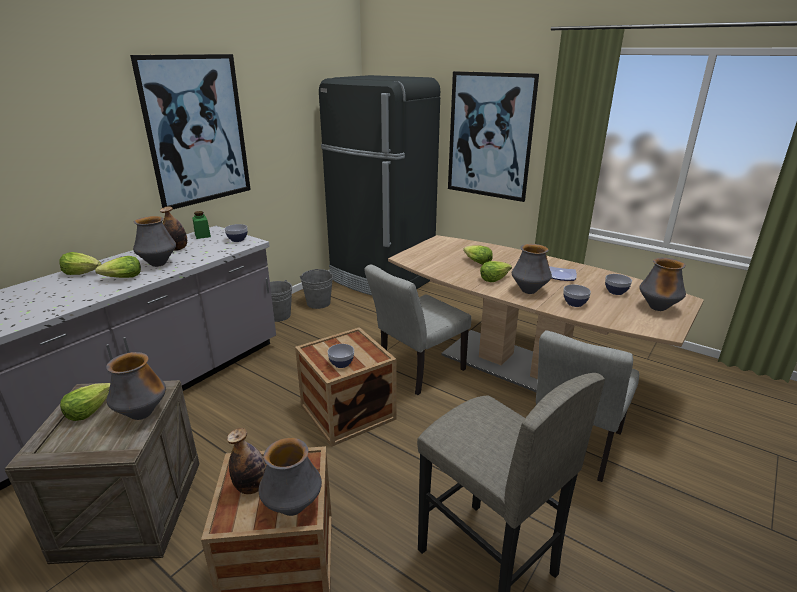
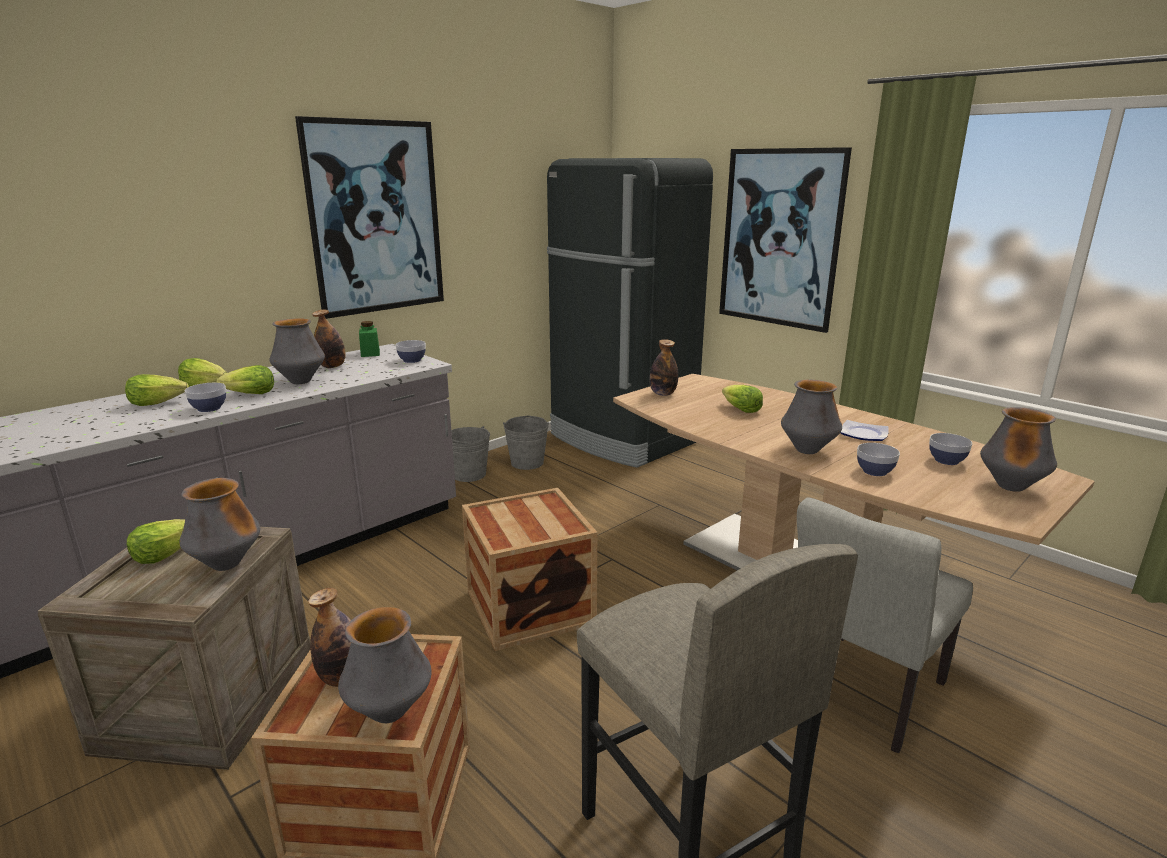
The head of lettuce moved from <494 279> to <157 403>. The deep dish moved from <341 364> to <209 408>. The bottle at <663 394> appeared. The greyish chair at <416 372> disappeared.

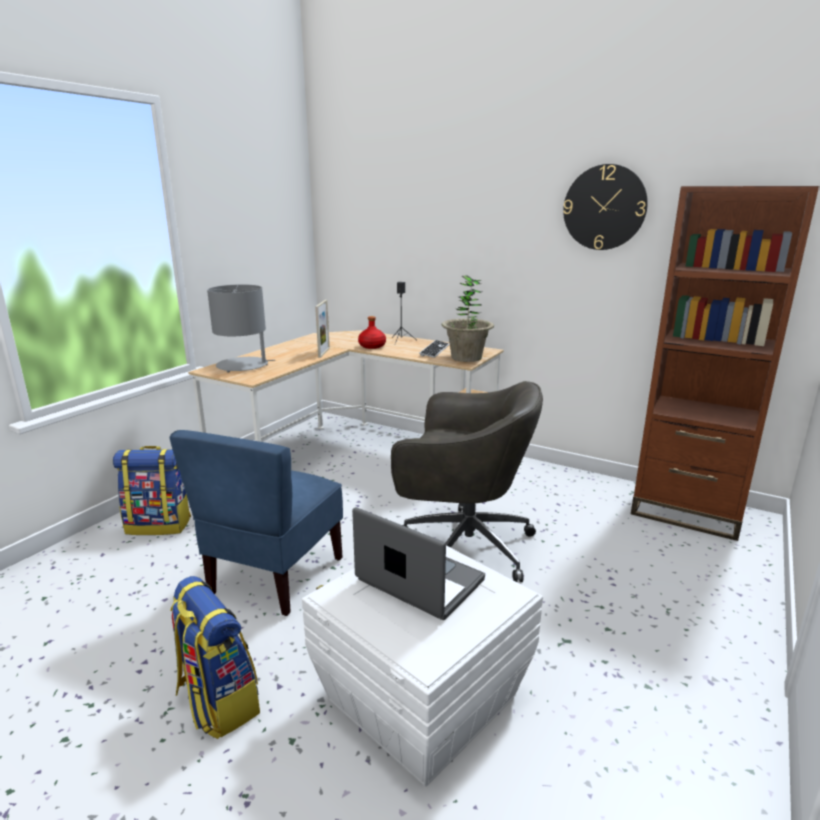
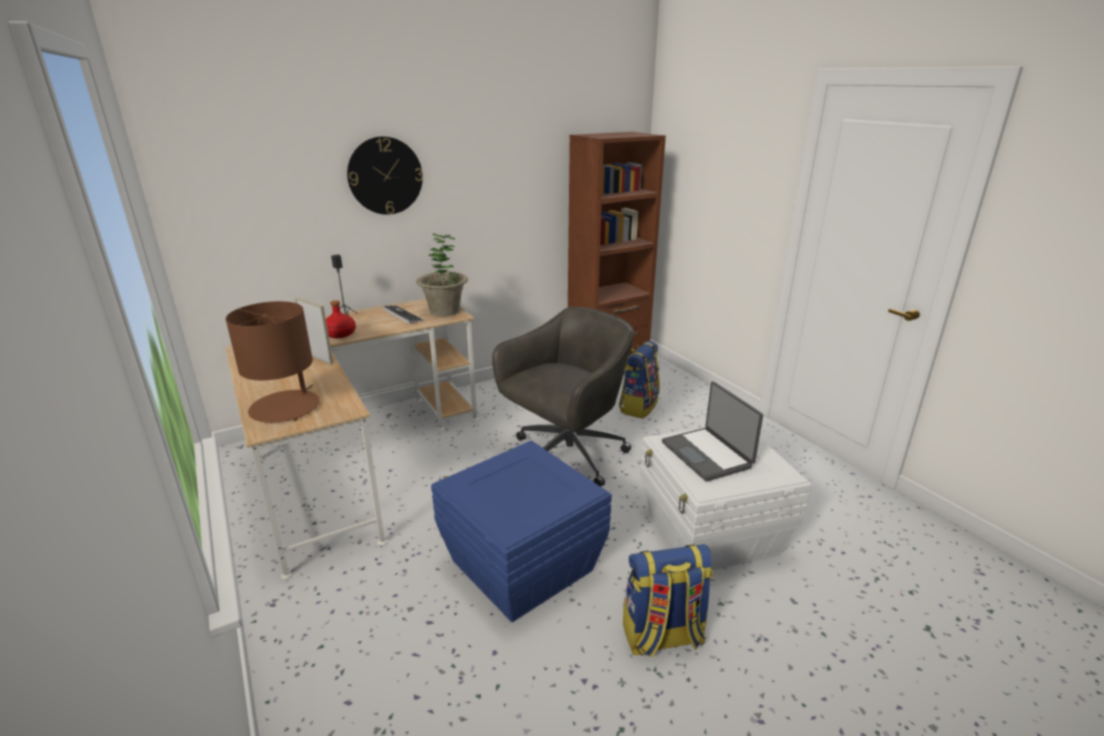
The greyish lamp for a table at <243 365> became the brown-coloured lamp for a table at <286 407>. The hanging clock moved from <604 207> to <385 176>. The bluish chair at <275 576> was replaced by the bluish storage bin at <520 565>. The backpack moved from <159 525> to <638 406>. The notebook computer at <418 581> turned 90 degrees counterclockwise.

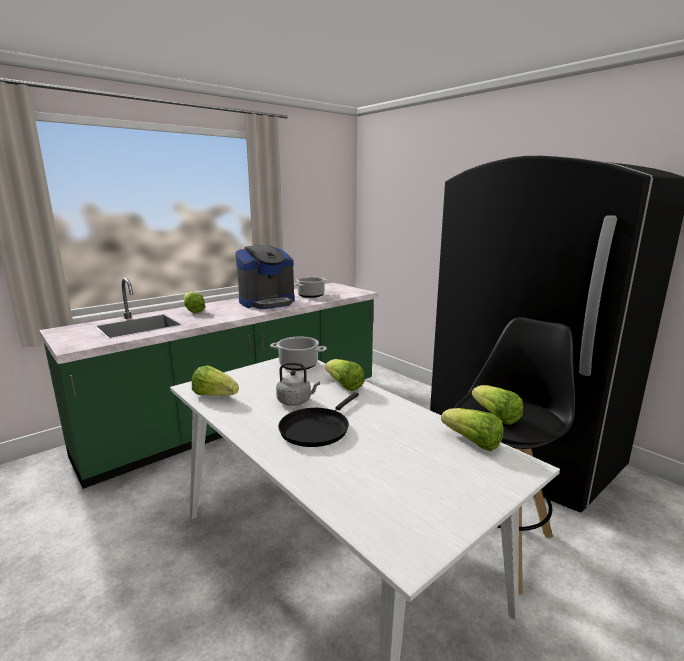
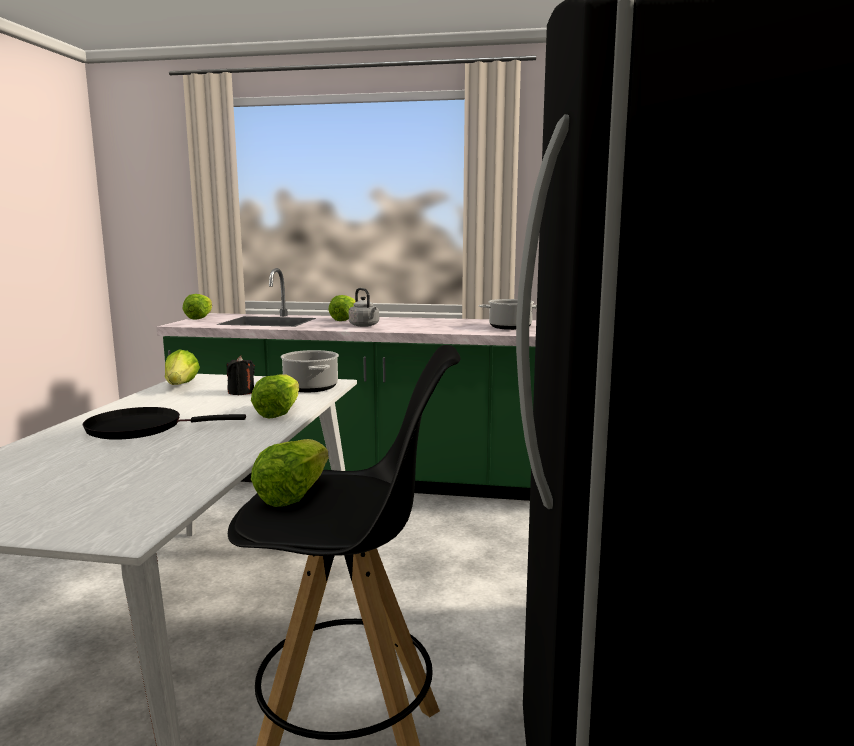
The head of lettuce moved from <472 442> to <199 318>. The blackish wax light at <241 392> appeared. The greyish kettle moved from <296 401> to <365 326>. The coffee machine at <267 302> disappeared.

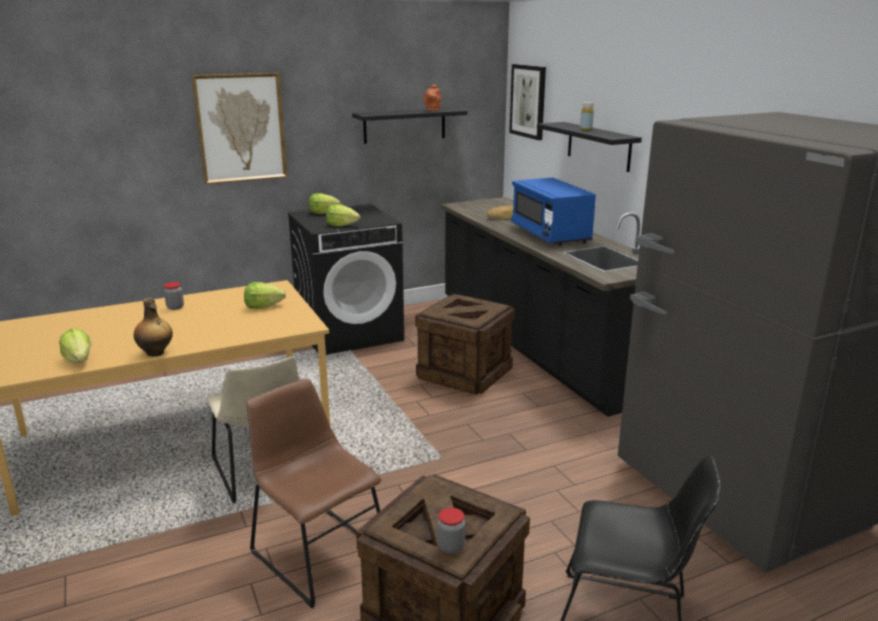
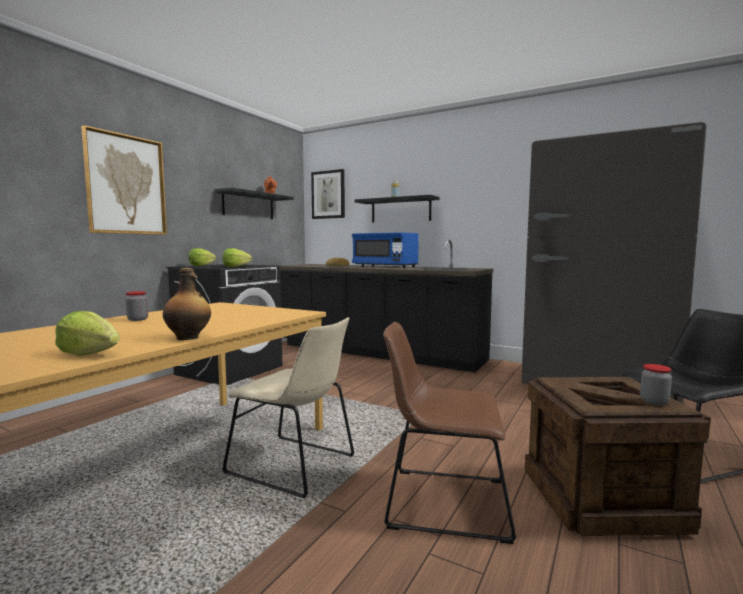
The head of lettuce at <263 306> disappeared. The shipping crate at <465 373> disappeared.

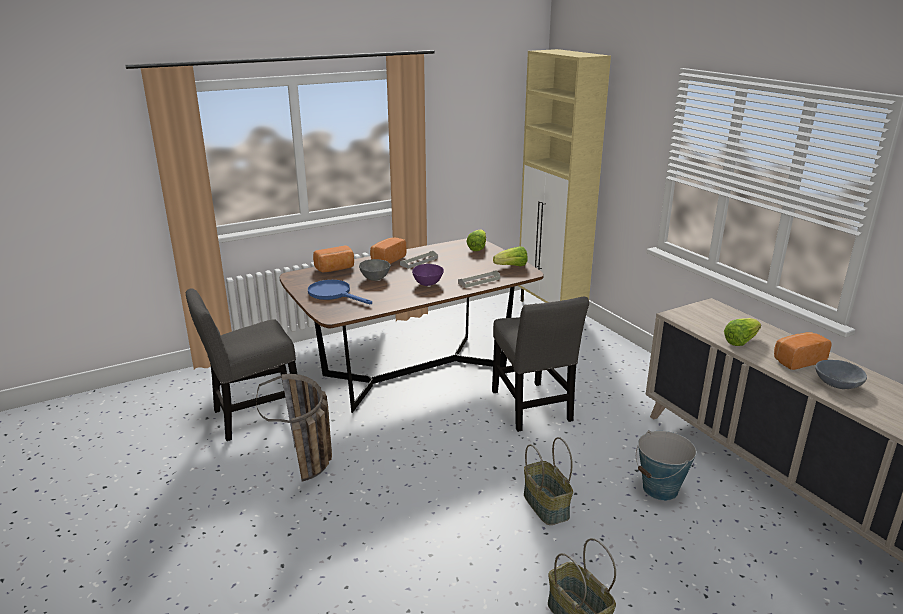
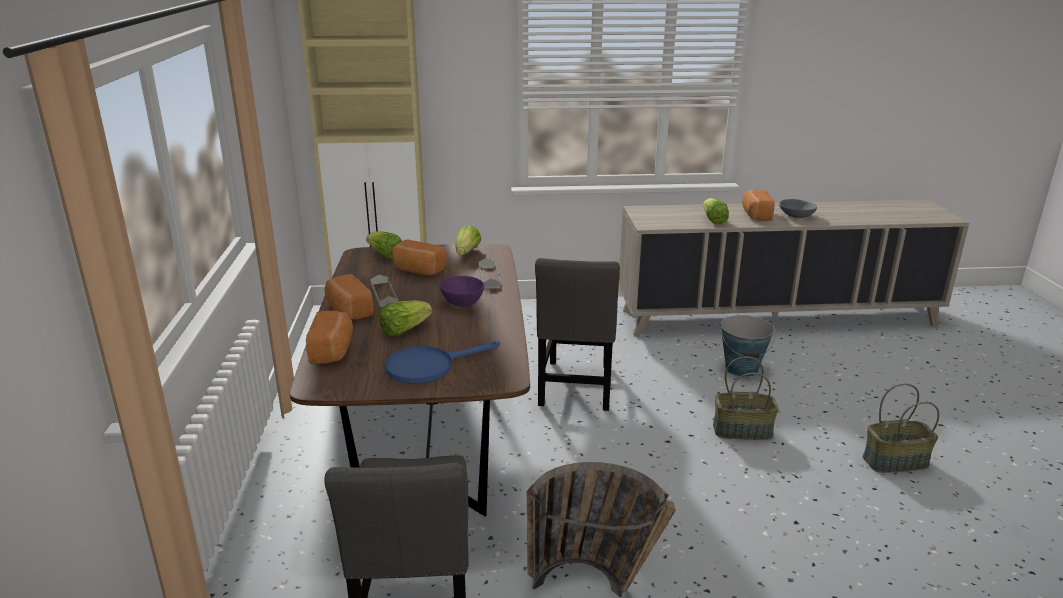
The greyish deep dish at <375 278> was replaced by the head of lettuce at <404 330>. The bakery bread at <418 270> appeared. The greyish chair at <532 408> turned 90 degrees clockwise.

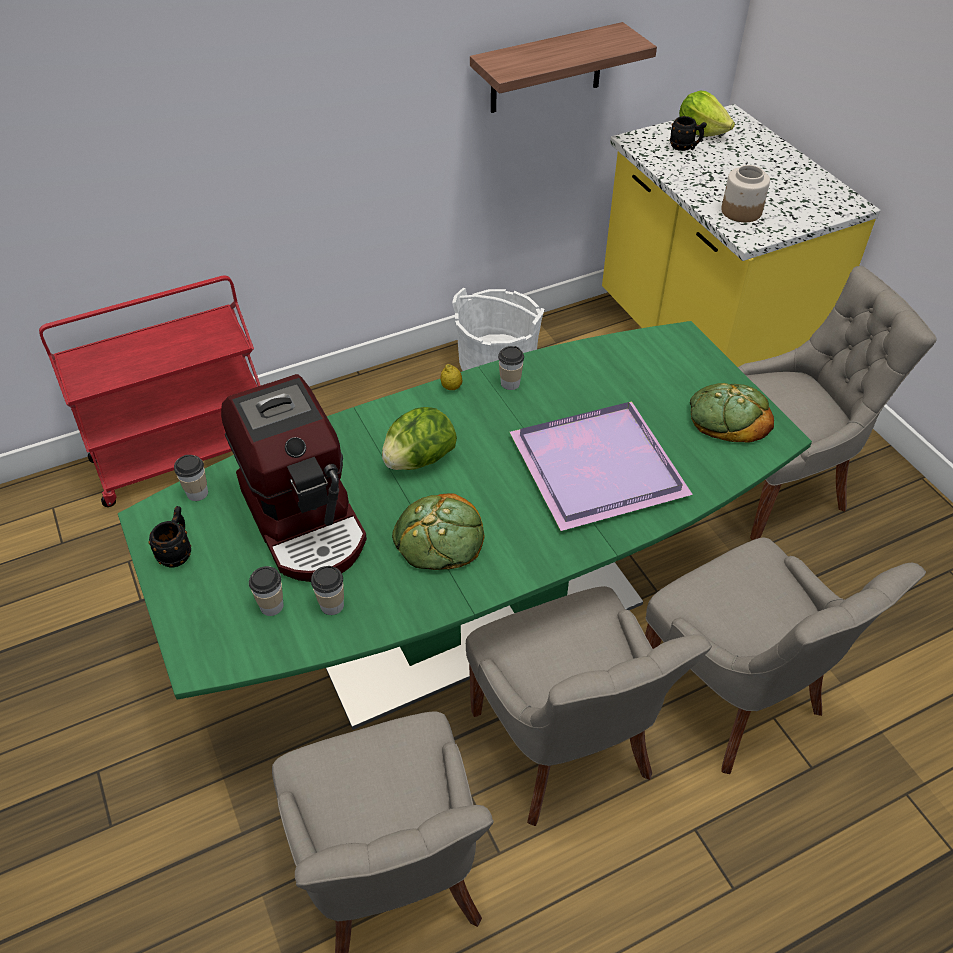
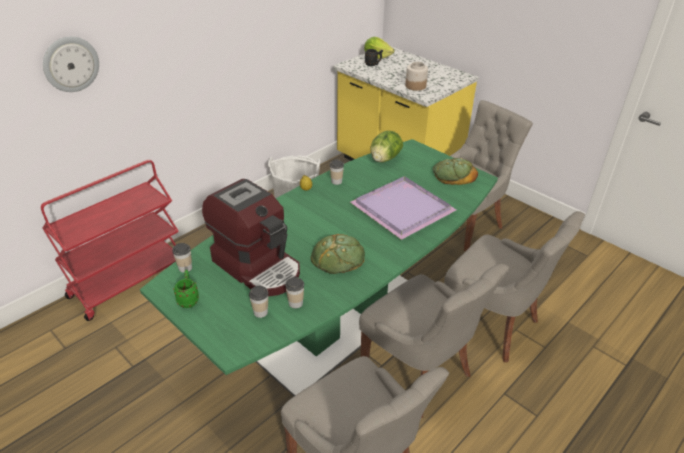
The hanging clock at <70 64> appeared. The blackish coffee mug at <178 552> became the greenish coffee mug at <189 299>. The head of lettuce moved from <419 460> to <384 159>. The shelf at <546 69> disappeared.

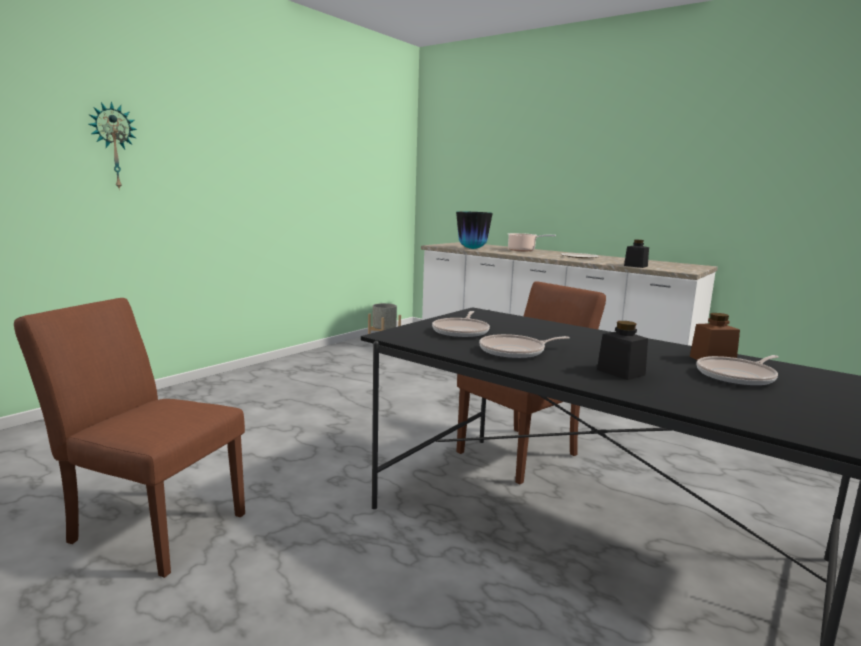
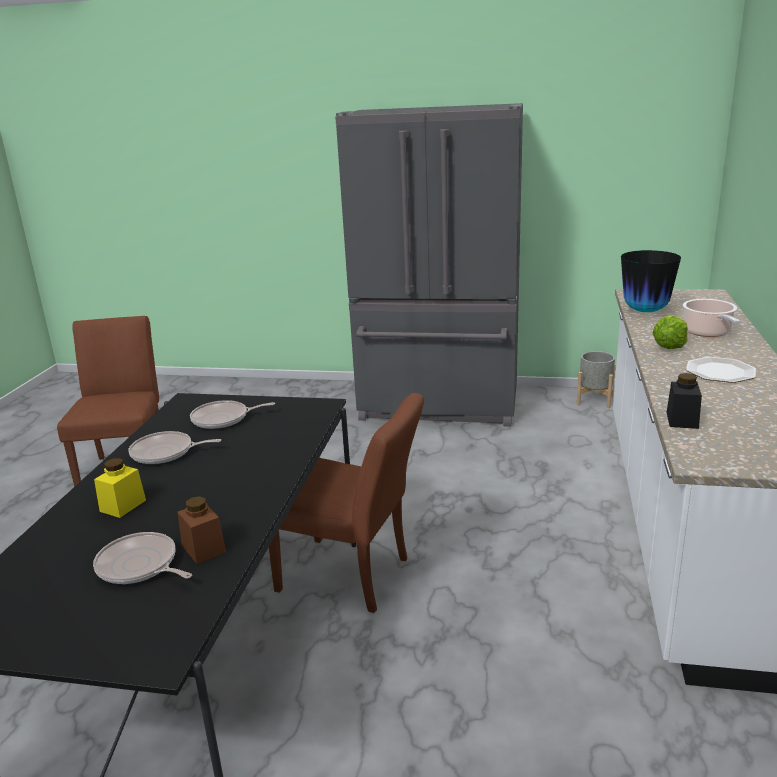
The blackish storage jar at <620 372> became the yellow storage jar at <123 505>. The skillet at <515 352> turned 45 degrees counterclockwise. The greyish fridge at <439 405> appeared. The head of lettuce at <669 347> appeared. The hanging clock at <113 146> disappeared.

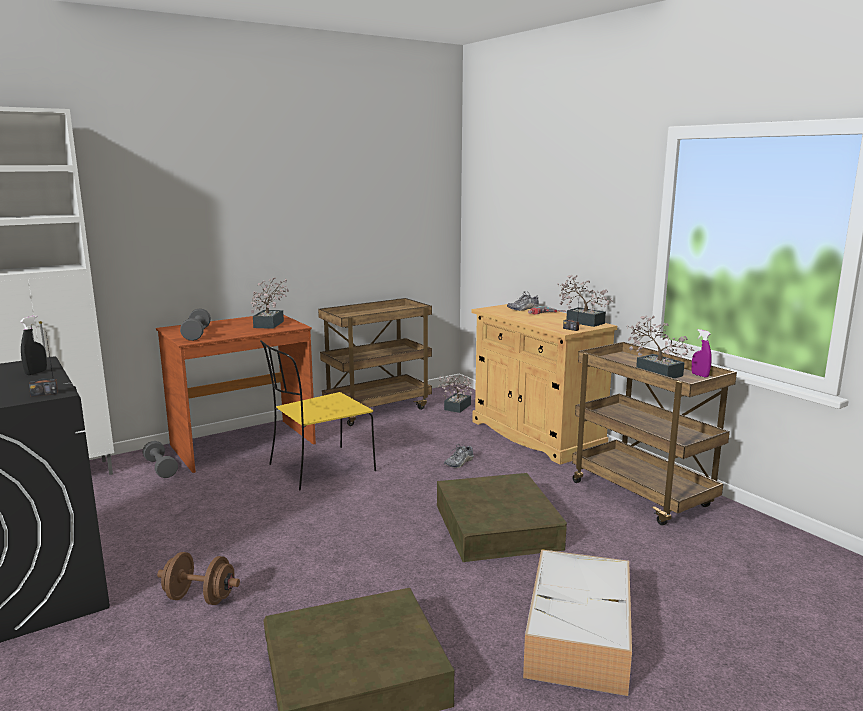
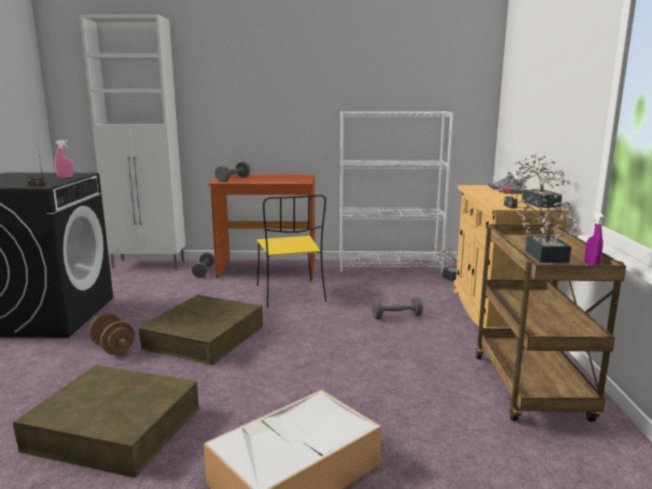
The blackish spray bottle at <36 372> became the pink-coloured spray bottle at <65 177>. The brown-coloured storage bin moved from <497 526> to <205 337>. The yellow chair at <319 469> turned 105 degrees counterclockwise. The brown-coloured cart at <377 409> was replaced by the white-coloured shelving unit at <390 266>. The item of footwear at <459 463> was replaced by the greyish dumbbell at <396 316>. The potted plant at <270 323> disappeared.

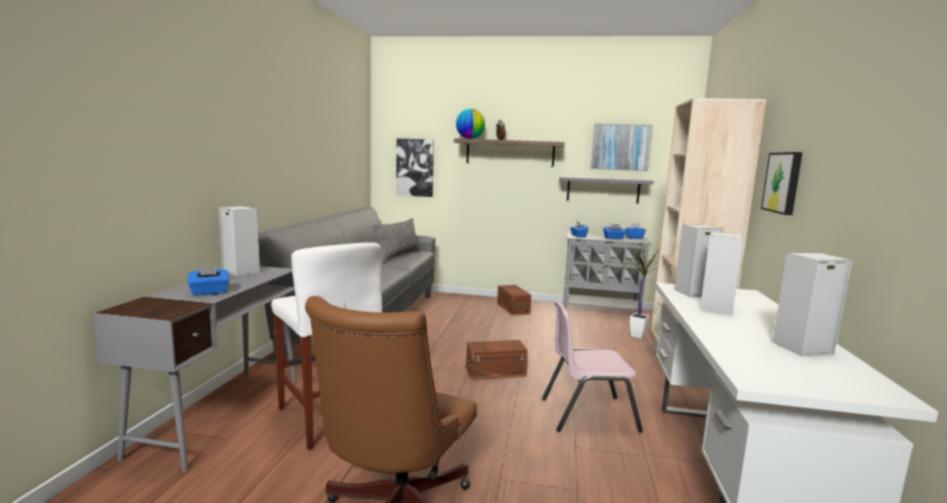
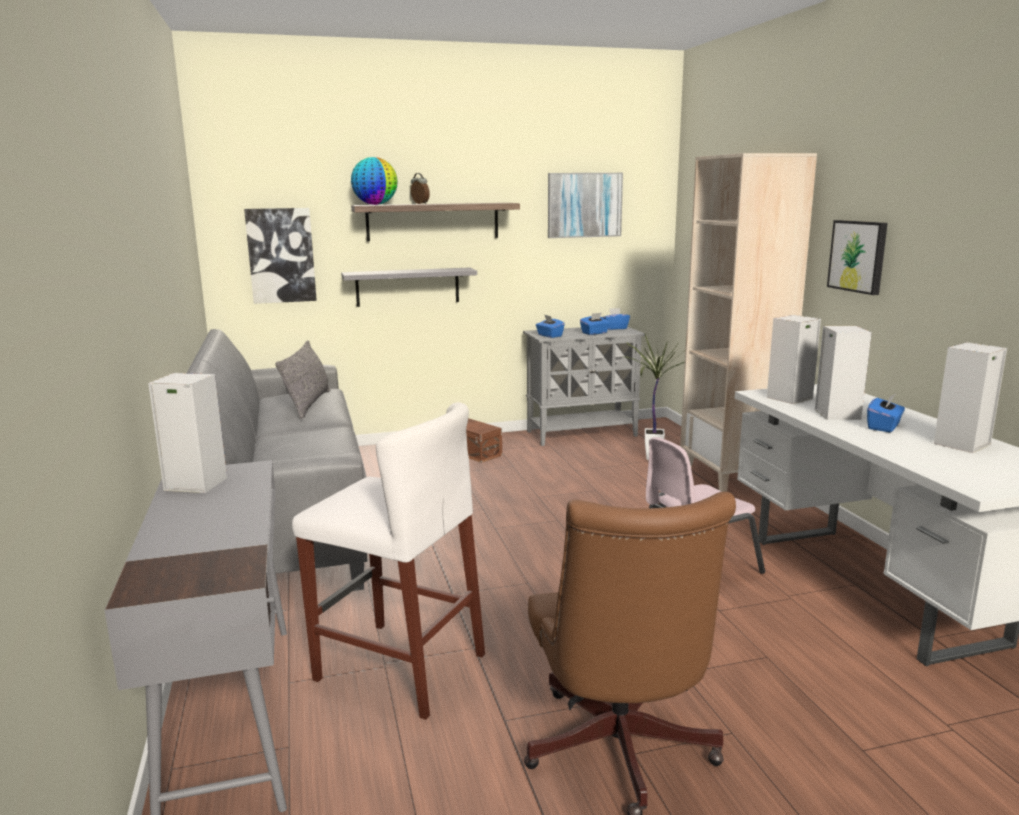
The greyish shelf moved from <603 190> to <407 287>. The bluish box of tissues moved from <209 292> to <884 427>. The brown-coloured storage bin at <494 372> disappeared.

